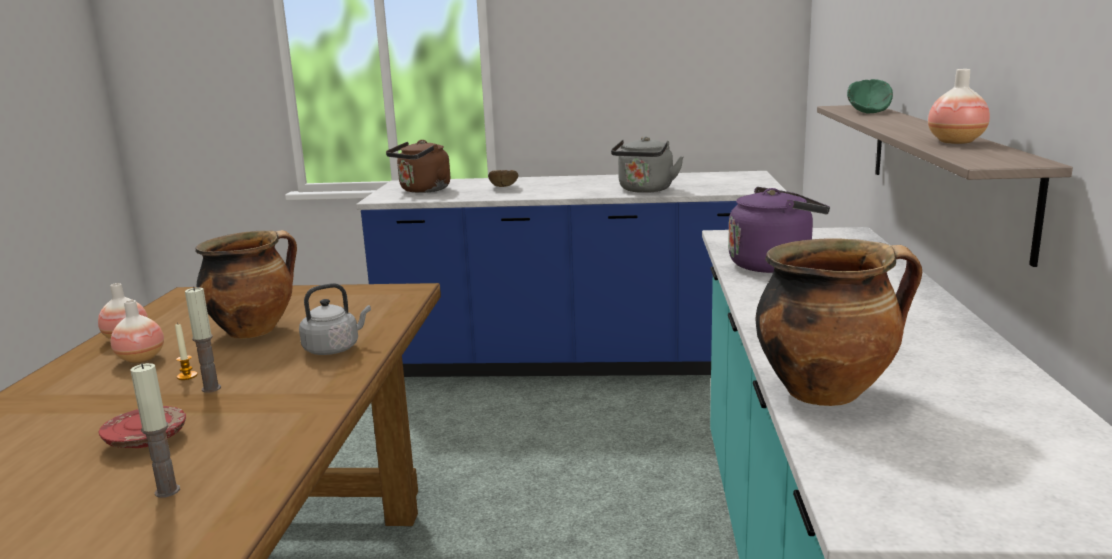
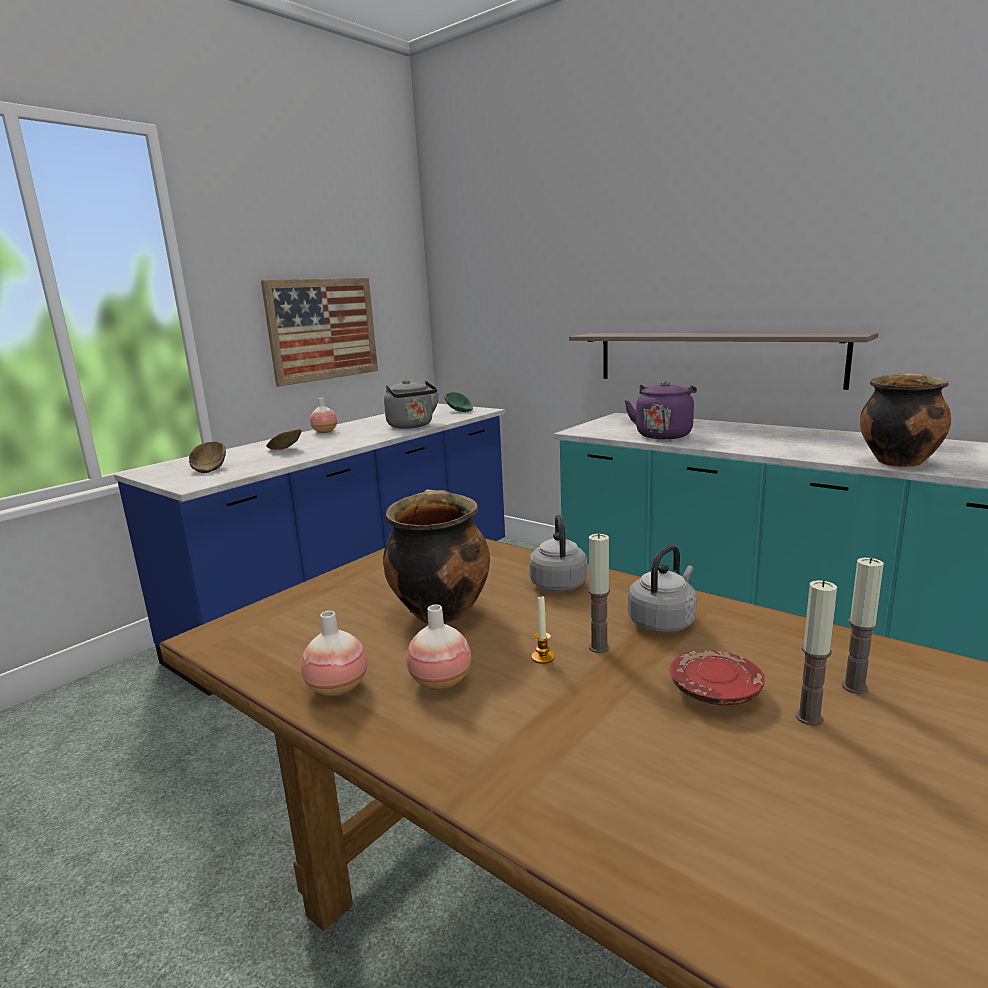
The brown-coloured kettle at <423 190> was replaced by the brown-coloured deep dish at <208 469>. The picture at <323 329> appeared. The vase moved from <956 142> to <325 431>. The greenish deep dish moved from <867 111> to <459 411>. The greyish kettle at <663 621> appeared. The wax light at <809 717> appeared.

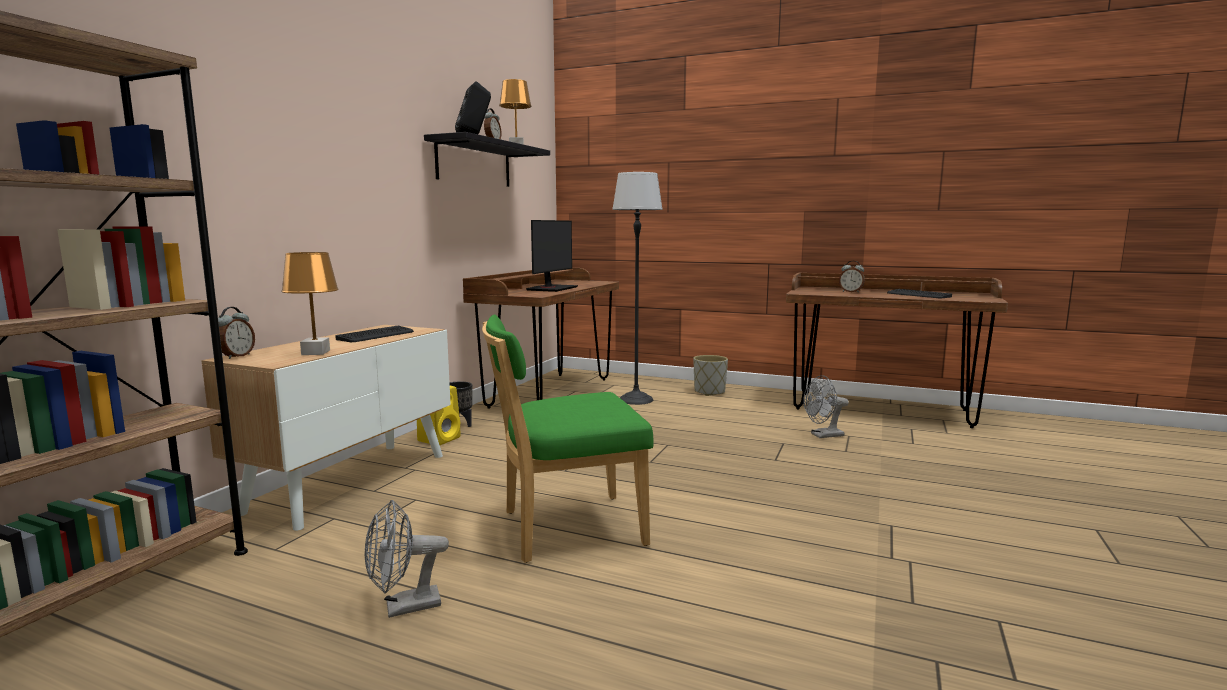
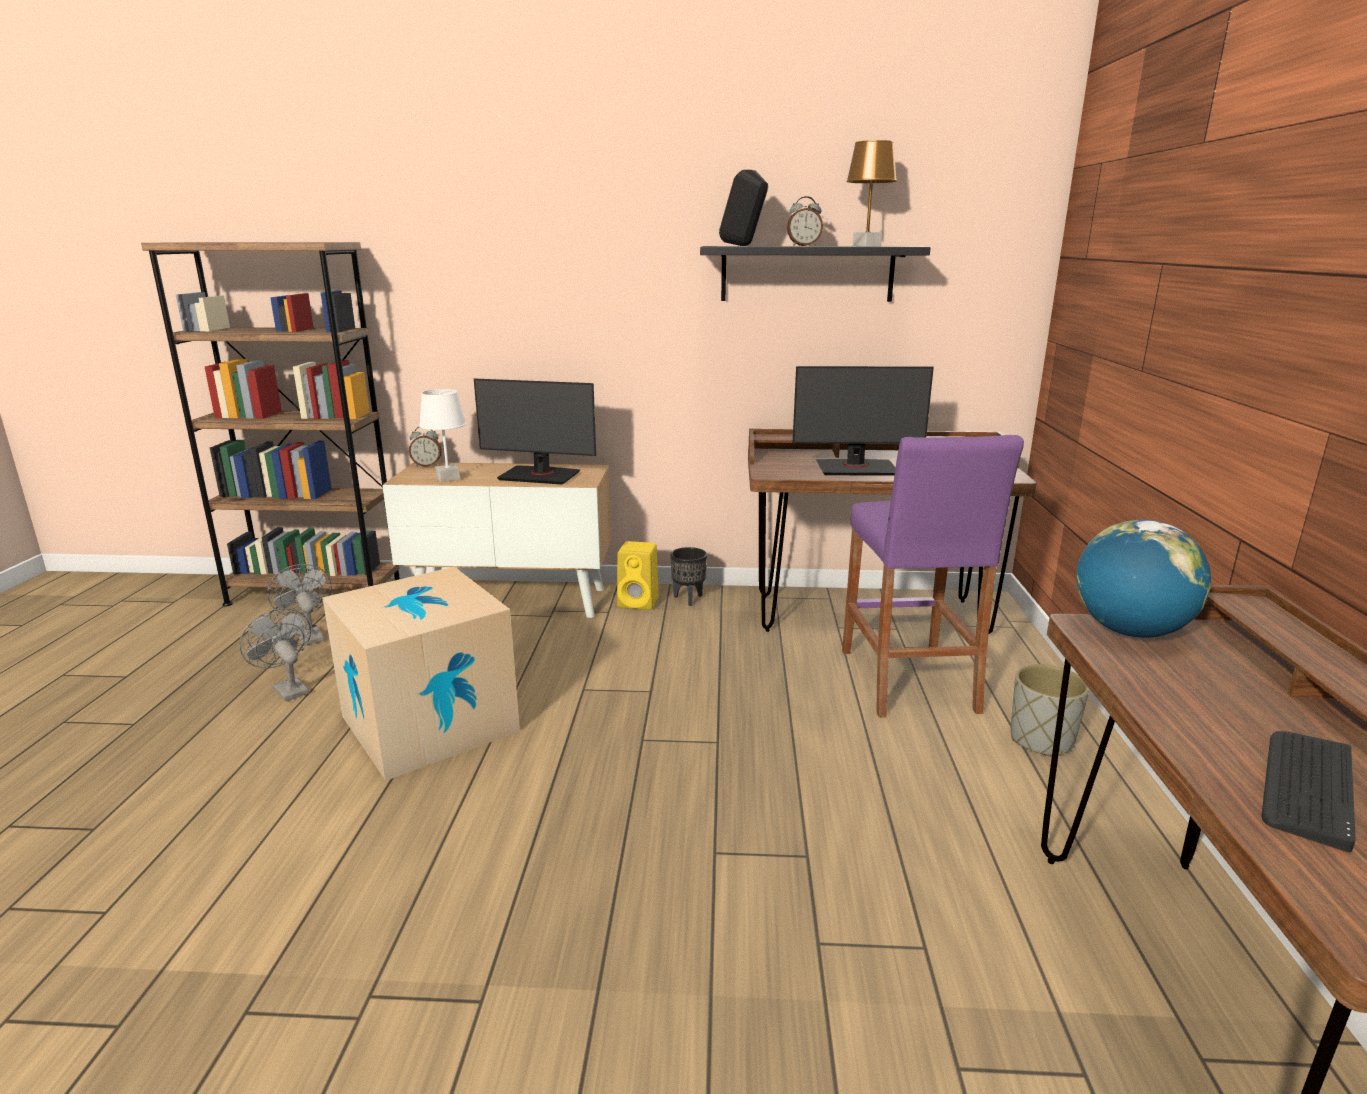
The greyish fan moved from <823 435> to <308 635>. The greenish chair at <565 528> was replaced by the cardboard box at <429 723>. The brown-coloured lamp for a table at <316 353> became the white-coloured lamp for a table at <448 478>. The PC keyboard at <376 335> was replaced by the computer screen at <540 475>. The standing lamp at <636 400> was replaced by the purple sitting stool at <908 680>. The world globe at <1129 631> appeared. The alarm clock at <851 292> disappeared.

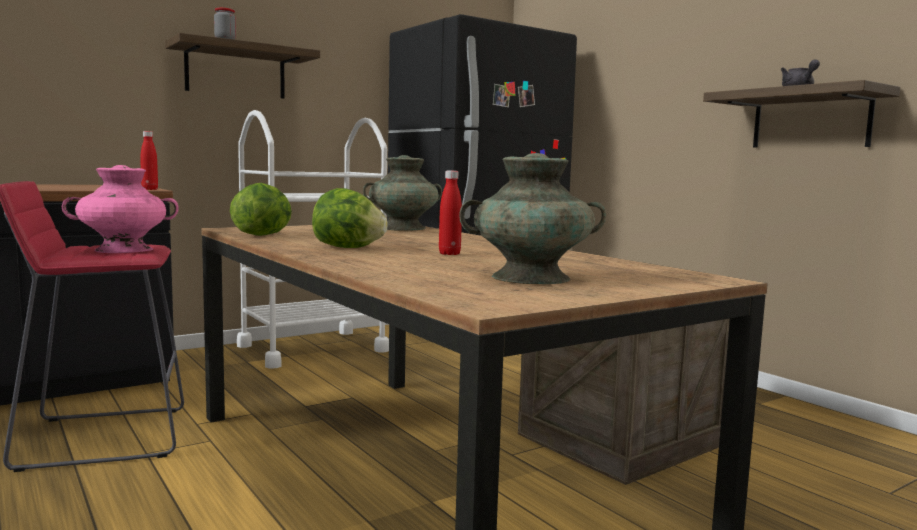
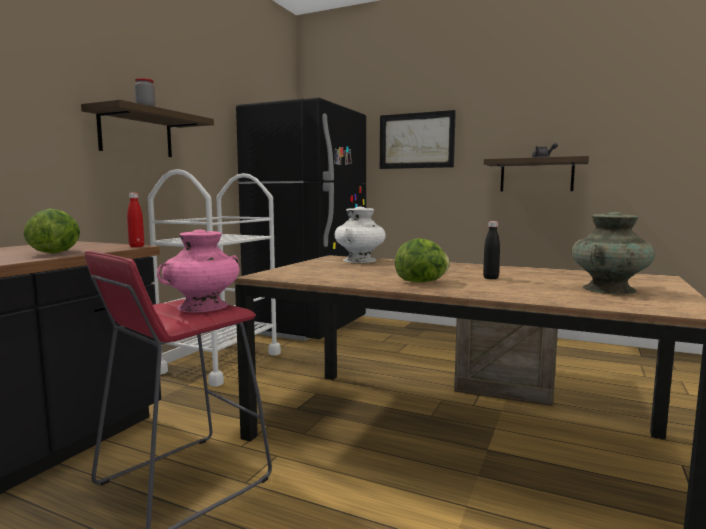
The head of lettuce moved from <263 235> to <56 253>. The turquoise-coloured vase at <403 228> became the white-coloured vase at <359 260>. The picture at <416 140> appeared. The red bottle at <449 254> became the blackish bottle at <490 278>.

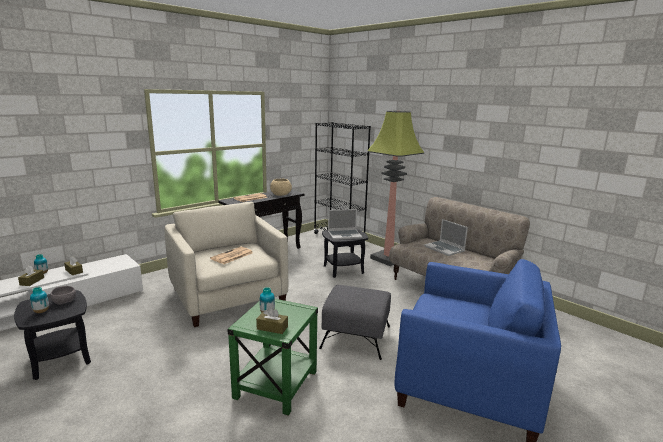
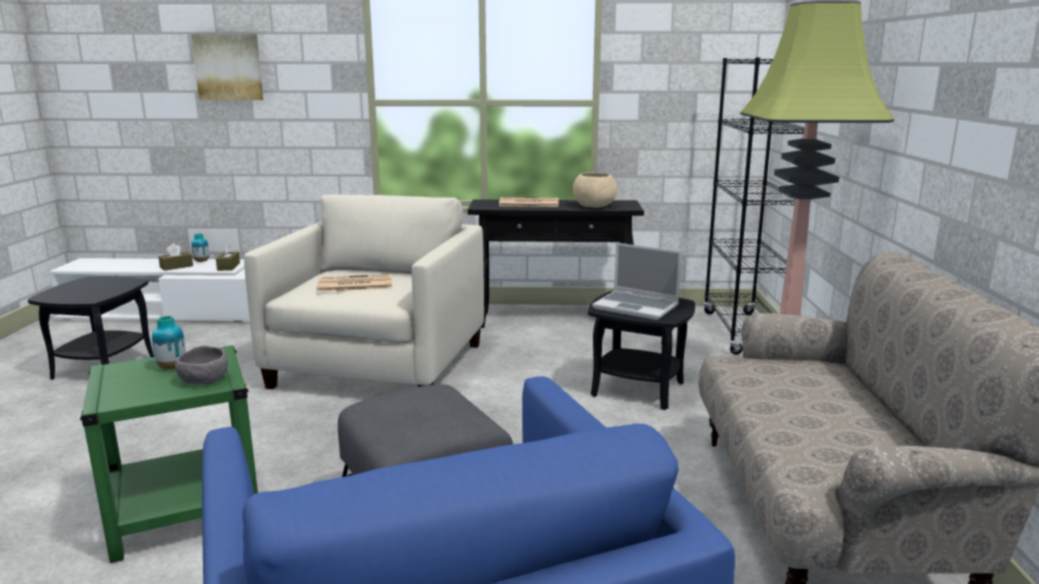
The greyish deep dish moved from <65 301> to <204 380>. The picture at <228 67> appeared. The vase at <41 311> disappeared. The brown-coloured box of tissues at <272 328> disappeared. The notebook computer at <445 249> disappeared.

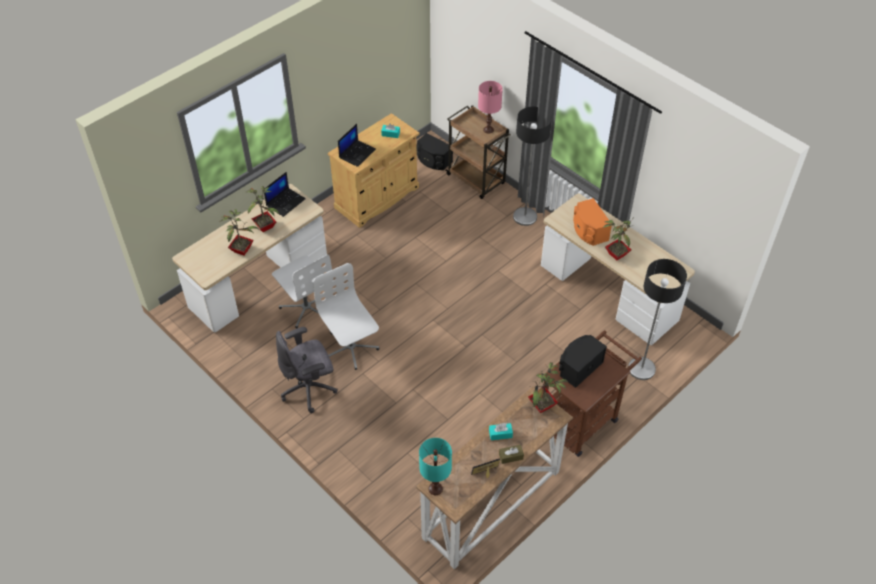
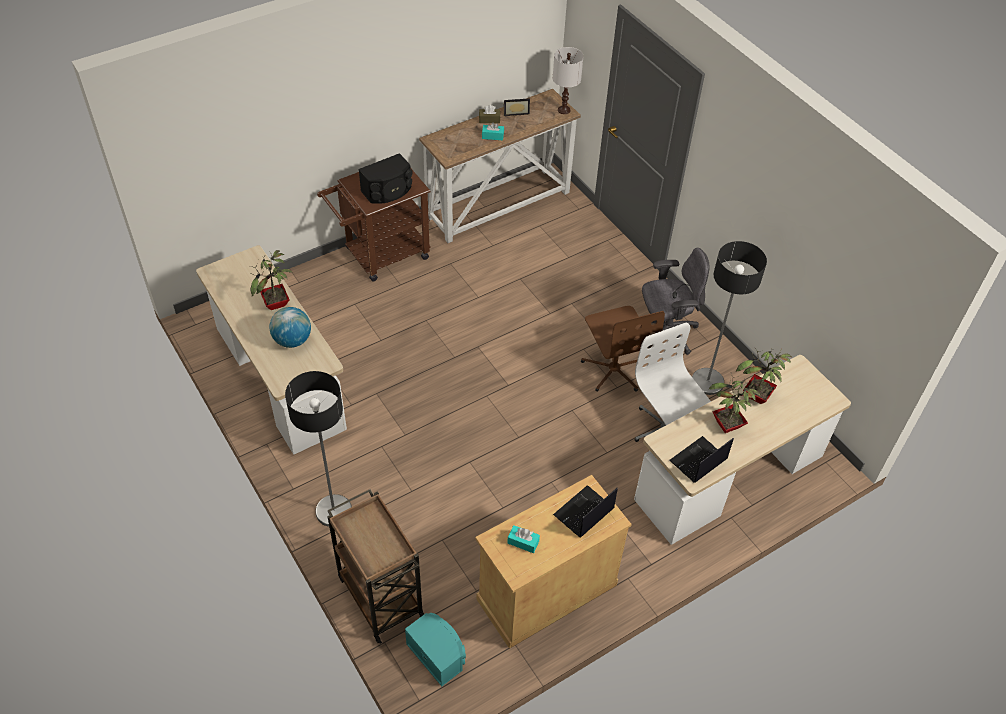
The orange loudspeaker at <588 231> was replaced by the world globe at <292 340>. The blackish loudspeaker at <433 160> became the turquoise-coloured loudspeaker at <438 654>. The turquoise-coloured lamp for a table at <435 489> became the white-coloured lamp for a table at <564 110>. The white-coloured desk chair at <350 348> became the brown-coloured desk chair at <614 369>. The standing lamp moved from <641 369> to <707 381>. The pink-coloured lamp for a table at <488 130> disappeared. The potted plant at <542 407> disappeared.

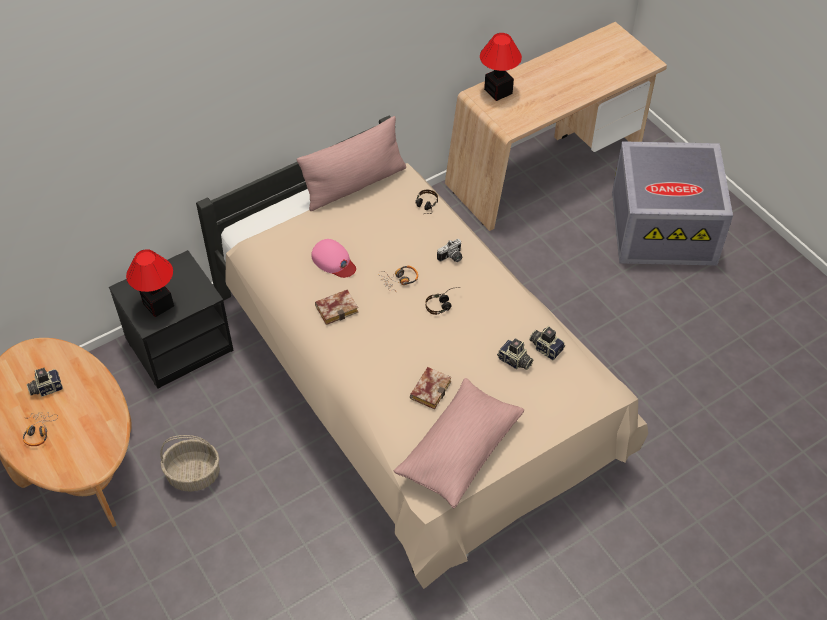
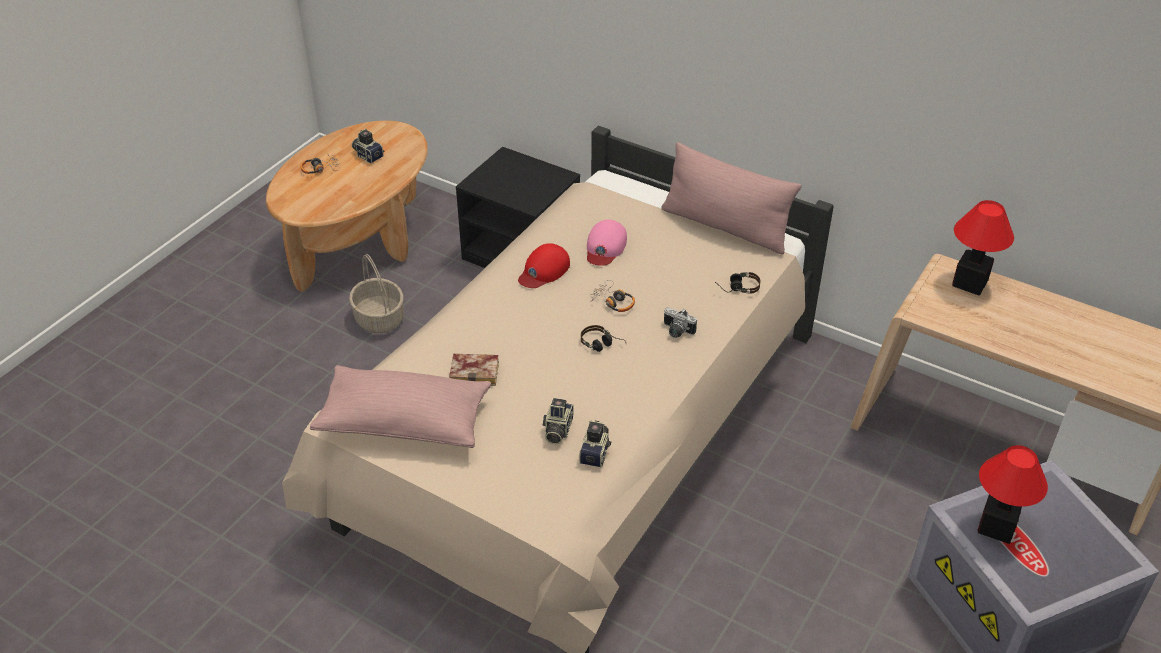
The book at <337 308> was replaced by the red cap at <543 270>. The lamp for a table moved from <158 304> to <996 526>.

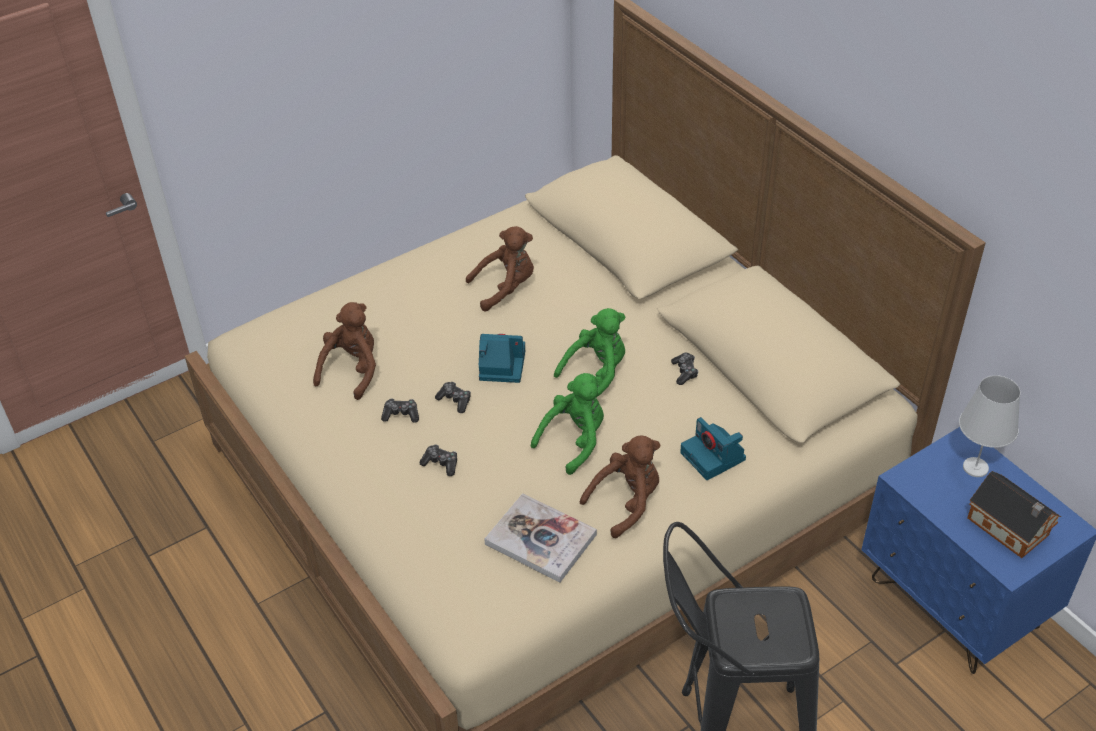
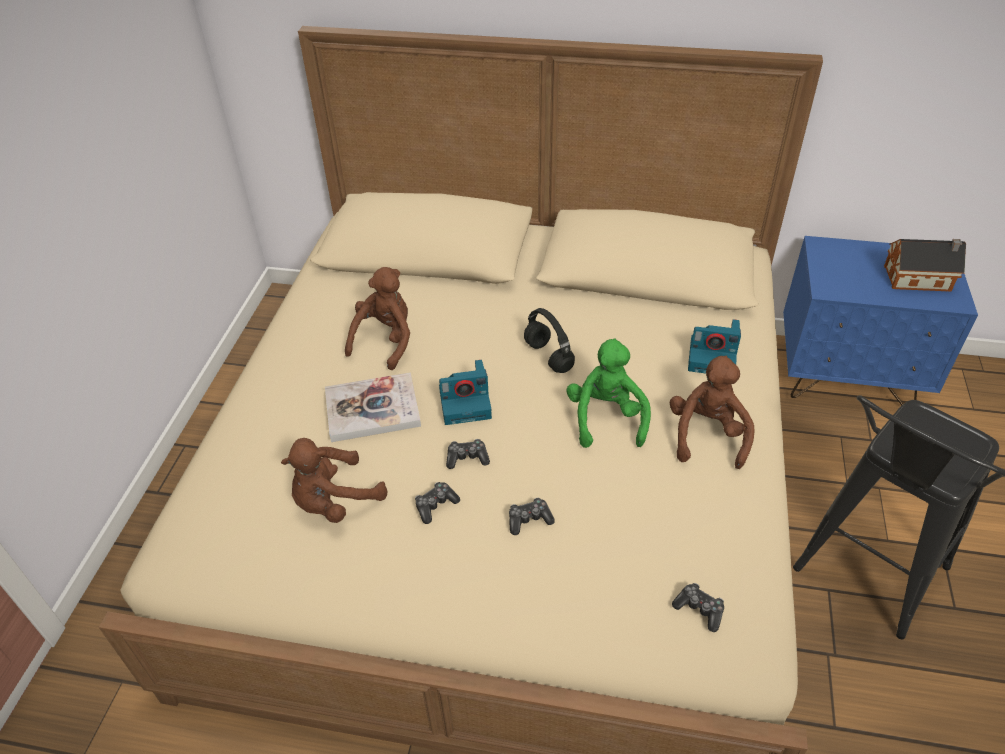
The brown-coloured plush toy at <352 370> turned 105 degrees counterclockwise. The book moved from <540 539> to <372 409>. The still camera at <500 365> turned 150 degrees counterclockwise. The greenish plush toy at <596 374> was replaced by the blackish headset at <549 357>. The gamepad moved from <684 372> to <699 609>. The white-coloured lamp for a table at <975 468> disappeared.

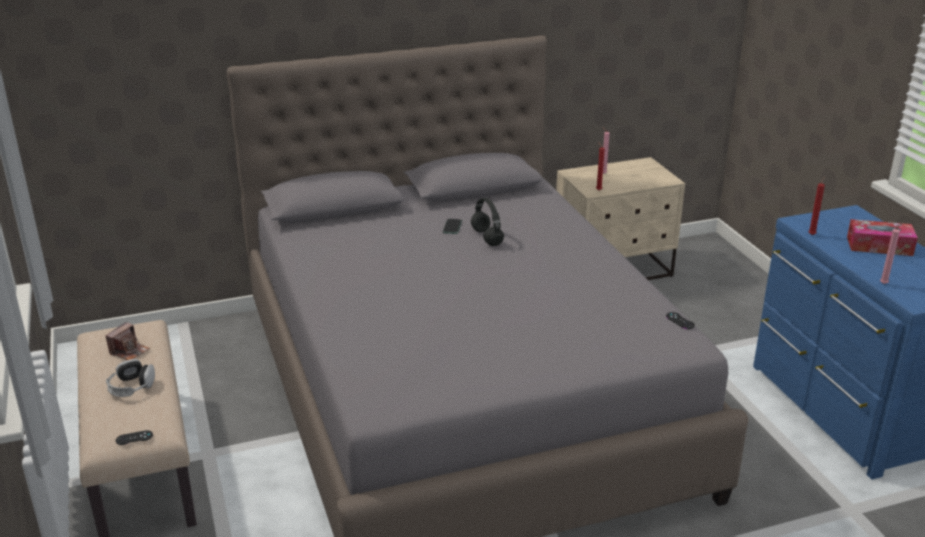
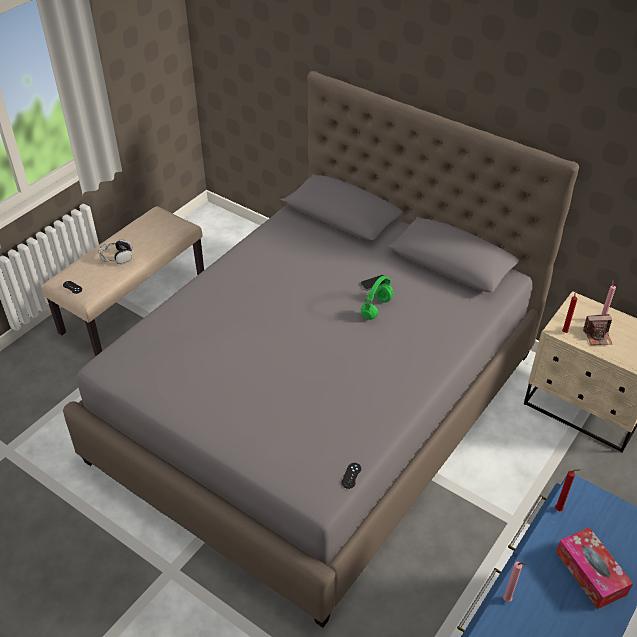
The blackish headset at <486 237> became the greenish headset at <376 307>. The still camera moved from <129 351> to <597 336>.

